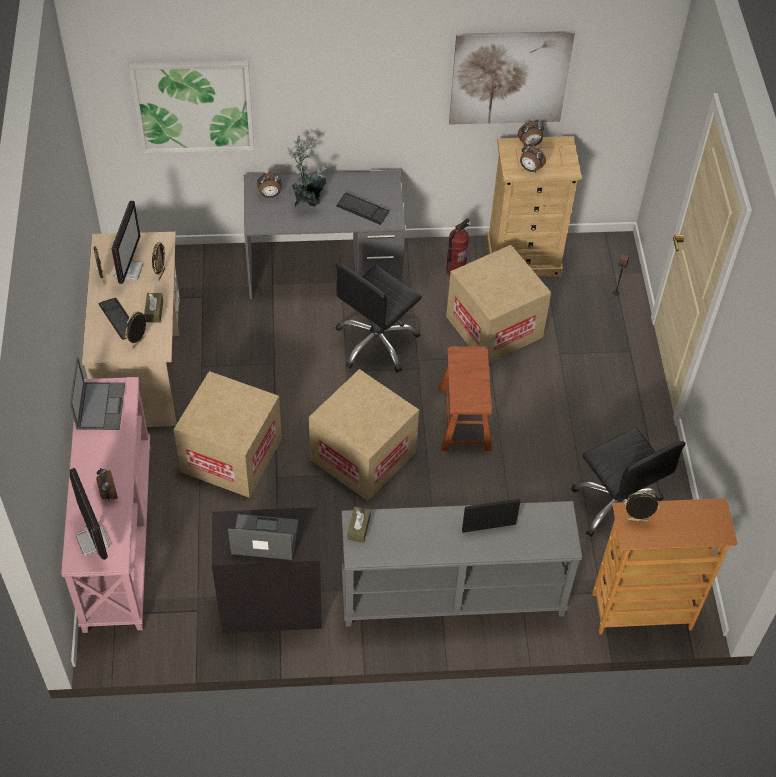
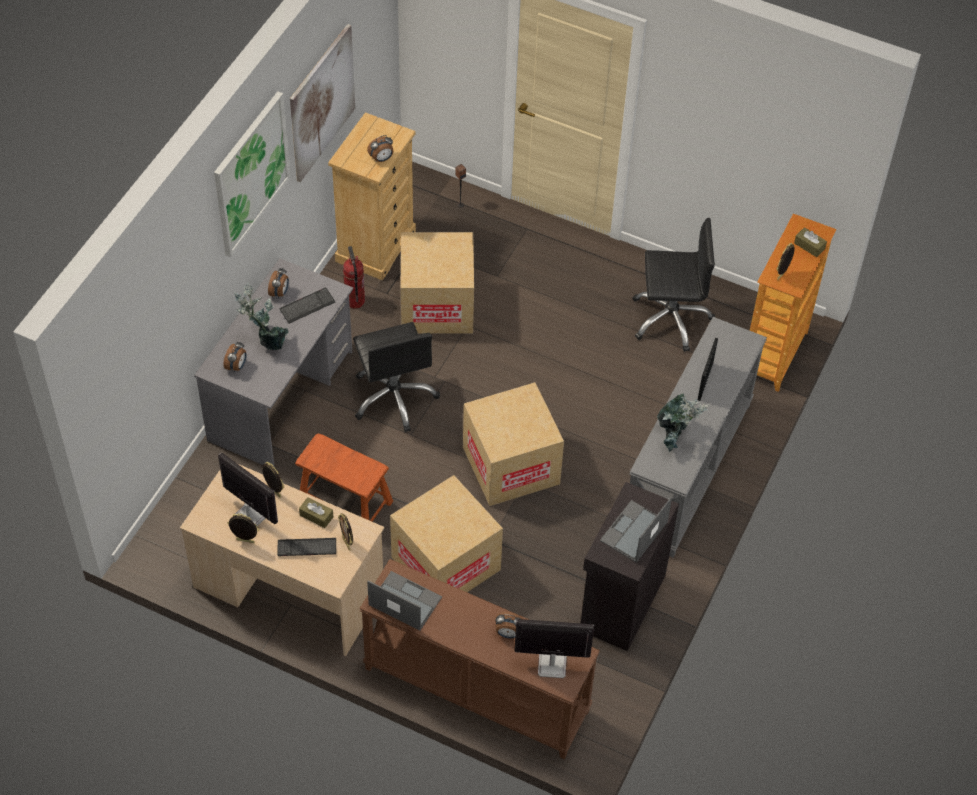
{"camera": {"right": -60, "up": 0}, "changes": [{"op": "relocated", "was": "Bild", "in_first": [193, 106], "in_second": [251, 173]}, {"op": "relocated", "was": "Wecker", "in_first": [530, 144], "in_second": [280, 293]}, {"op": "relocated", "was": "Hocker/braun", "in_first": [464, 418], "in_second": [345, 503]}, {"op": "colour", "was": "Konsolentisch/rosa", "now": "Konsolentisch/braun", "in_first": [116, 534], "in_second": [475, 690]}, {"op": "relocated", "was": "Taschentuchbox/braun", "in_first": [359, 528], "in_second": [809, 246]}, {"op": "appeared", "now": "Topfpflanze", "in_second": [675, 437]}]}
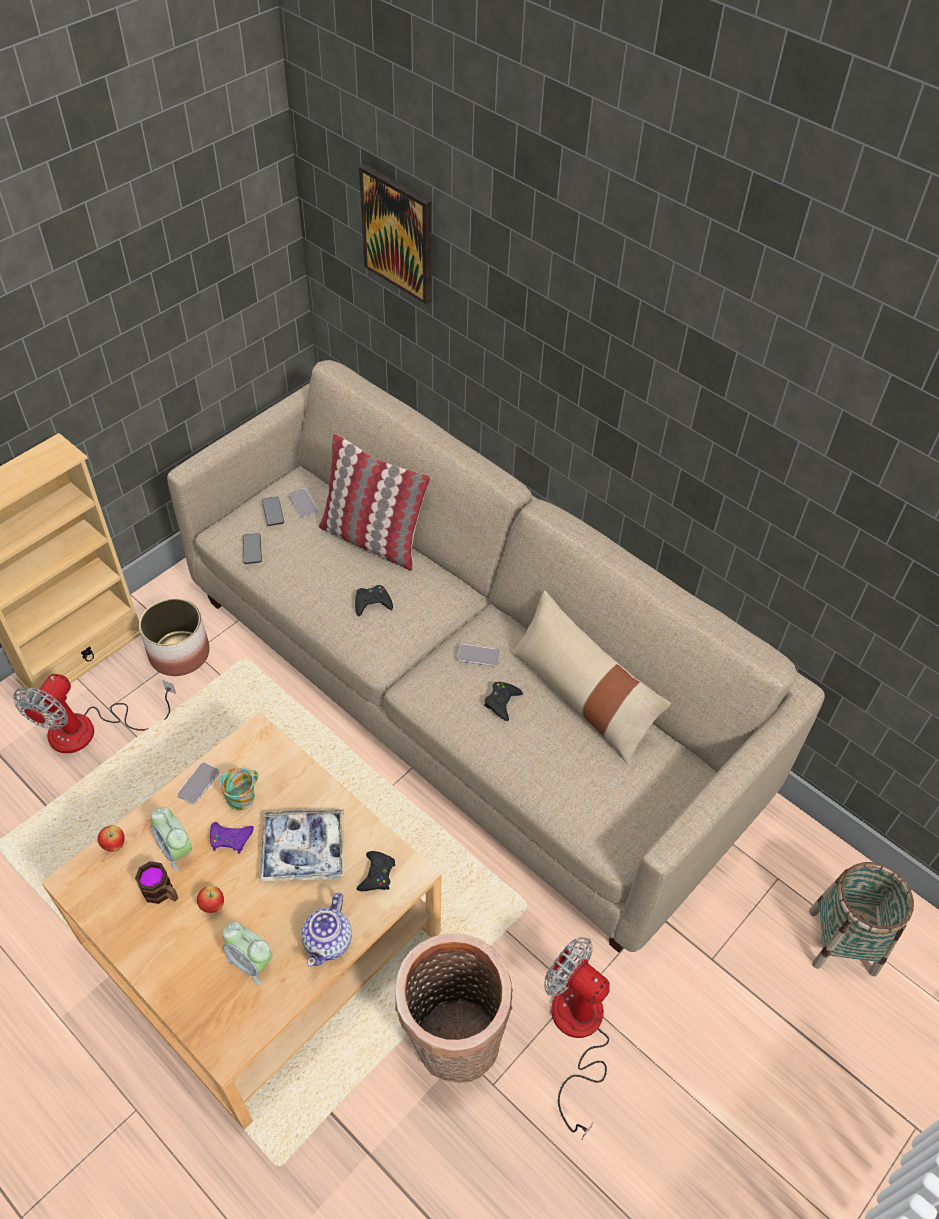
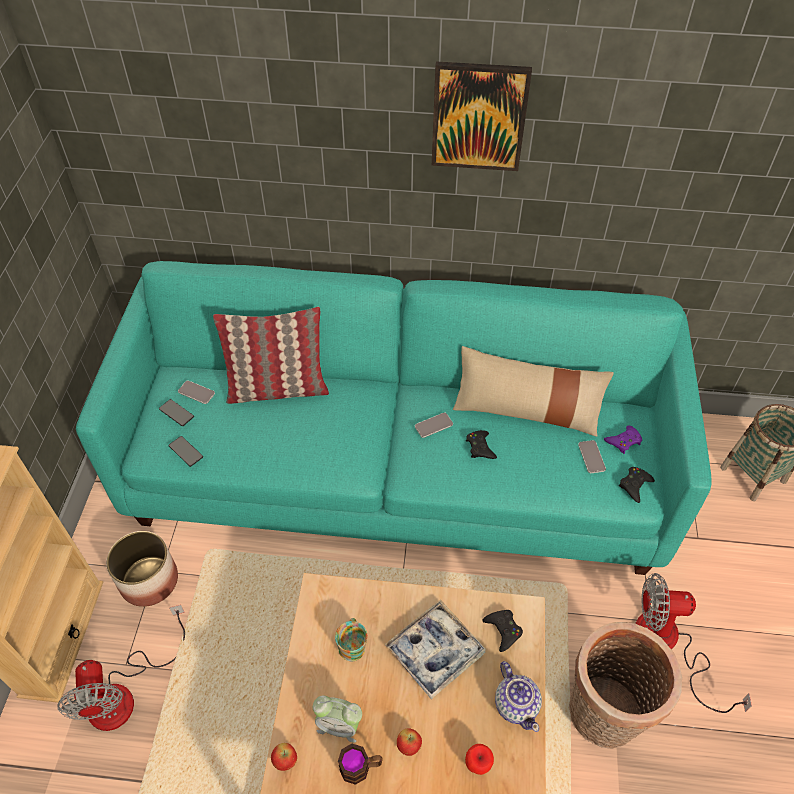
{"camera": {"right": -35, "up": 0}, "changes": [{"op": "relocated", "was": "Bild", "in_first": [398, 234], "in_second": [479, 116]}, {"op": "colour", "was": "Sofa/beige", "now": "Sofa/türkis", "in_first": [467, 694], "in_second": [397, 469]}, {"op": "relocated", "was": "Gamepad/schwarz", "in_first": [372, 603], "in_second": [635, 485]}, {"op": "relocated", "was": "Handy", "in_first": [198, 783], "in_second": [591, 457]}, {"op": "relocated", "was": "Gamepad/lila", "in_first": [230, 839], "in_second": [623, 441]}, {"op": "exchanged", "was": "Wecker", "now": "Apfel", "in_first": [251, 962], "in_second": [477, 765]}]}
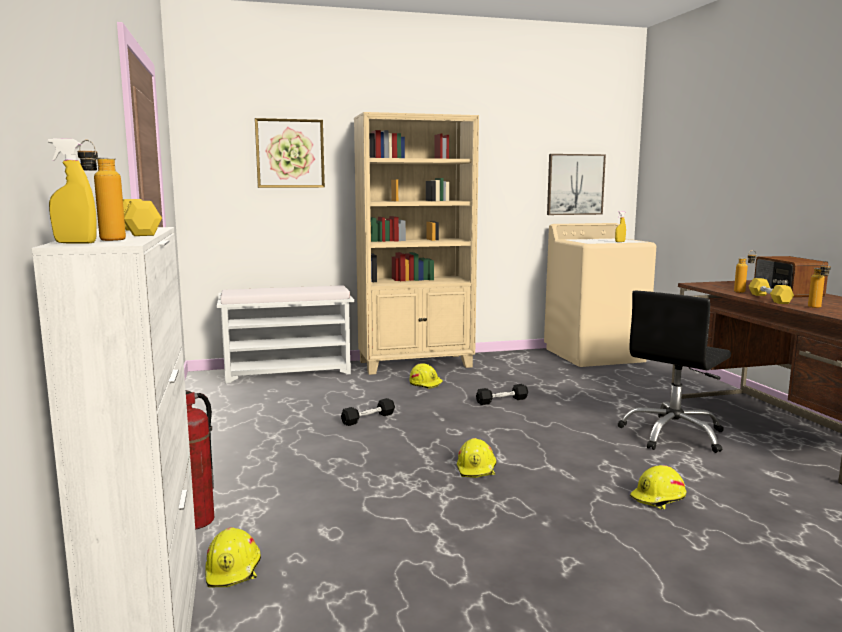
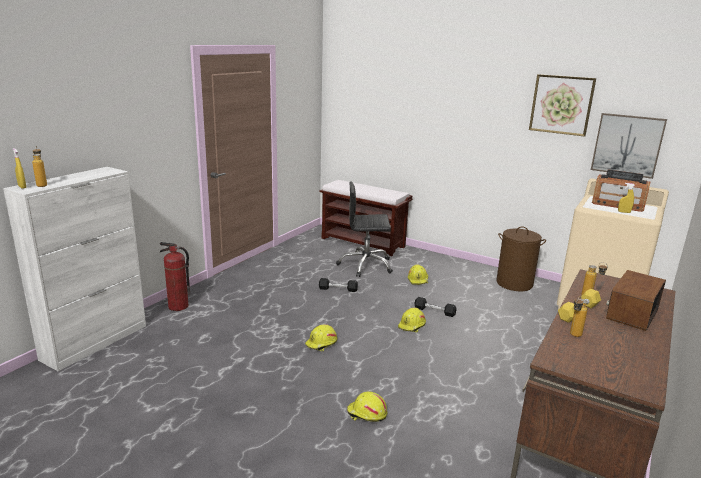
{"camera": {"right": 45, "up": 10}, "changes": [{"op": "missing", "was": "Bücherregal/beige", "in_first": [416, 364]}, {"op": "relocated", "was": "Bild", "in_first": [290, 153], "in_second": [561, 105]}, {"op": "missing", "was": "Hantel/gelb", "in_first": [138, 232]}, {"op": "colour", "was": "Bank/weiß", "now": "Bank/braun", "in_first": [289, 372], "in_second": [363, 242]}, {"op": "relocated", "was": "Bürostuhl/schwarz", "in_first": [673, 435], "in_second": [365, 265]}, {"op": "relocated", "was": "Schutzhelm/gelb", "in_first": [234, 570], "in_second": [412, 326]}, {"op": "appeared", "now": "Radio", "in_second": [617, 205]}, {"op": "appeared", "now": "Wäschekorb/braun", "in_second": [514, 283]}]}
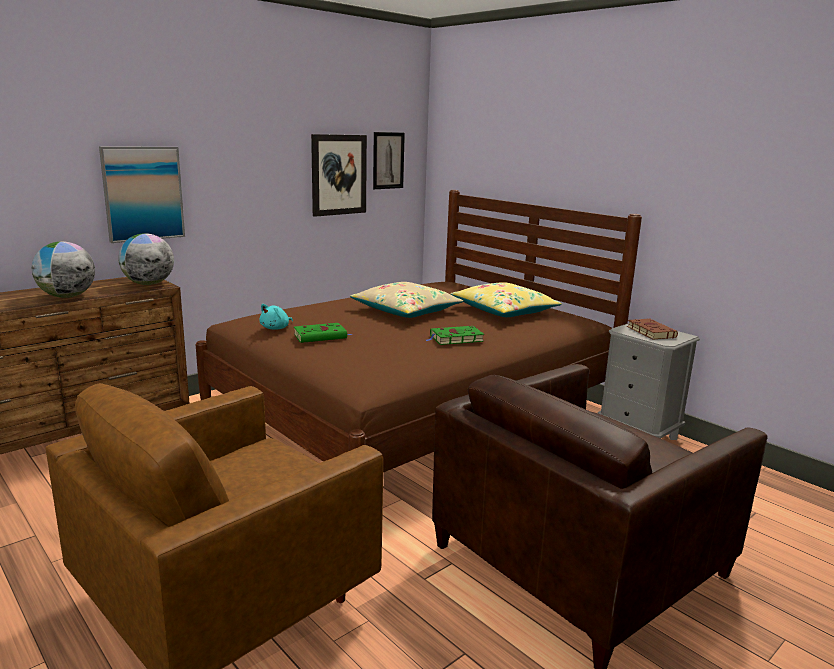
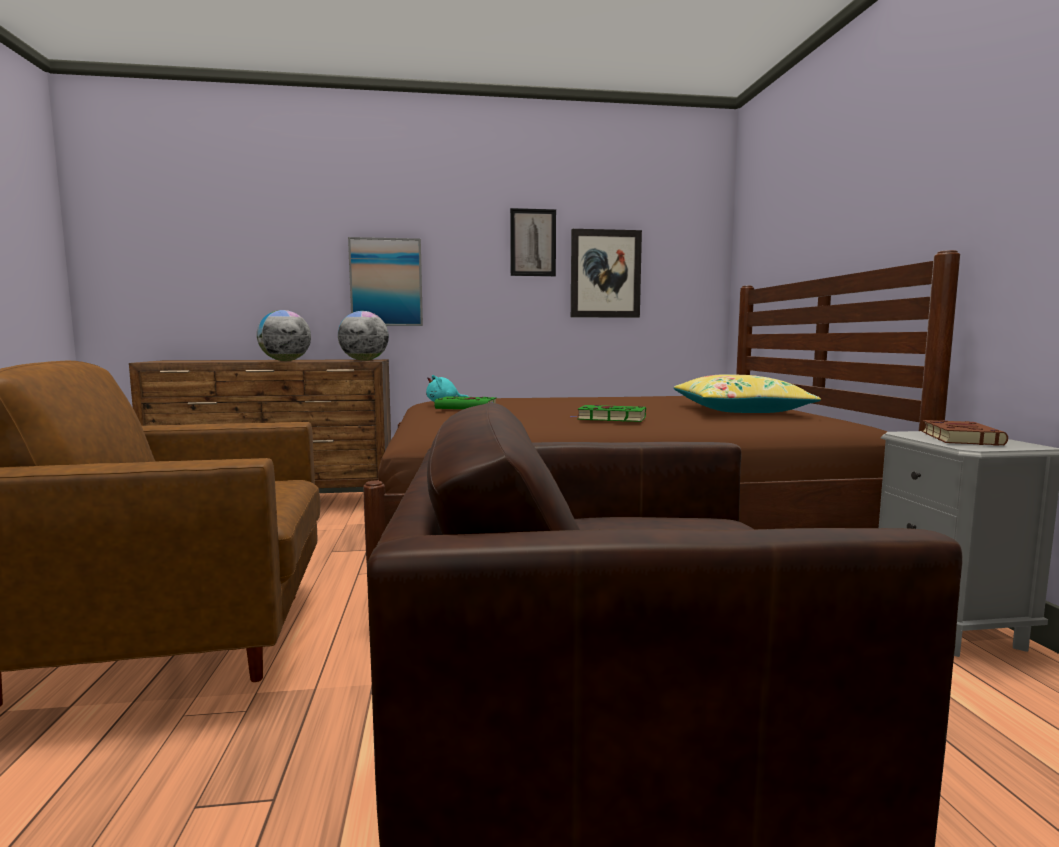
{"camera": {"right": 35, "up": -10}, "changes": [{"op": "relocated", "was": "Bild", "in_first": [388, 160], "in_second": [533, 242]}, {"op": "missing", "was": "Kissen/beige", "in_first": [406, 311]}]}
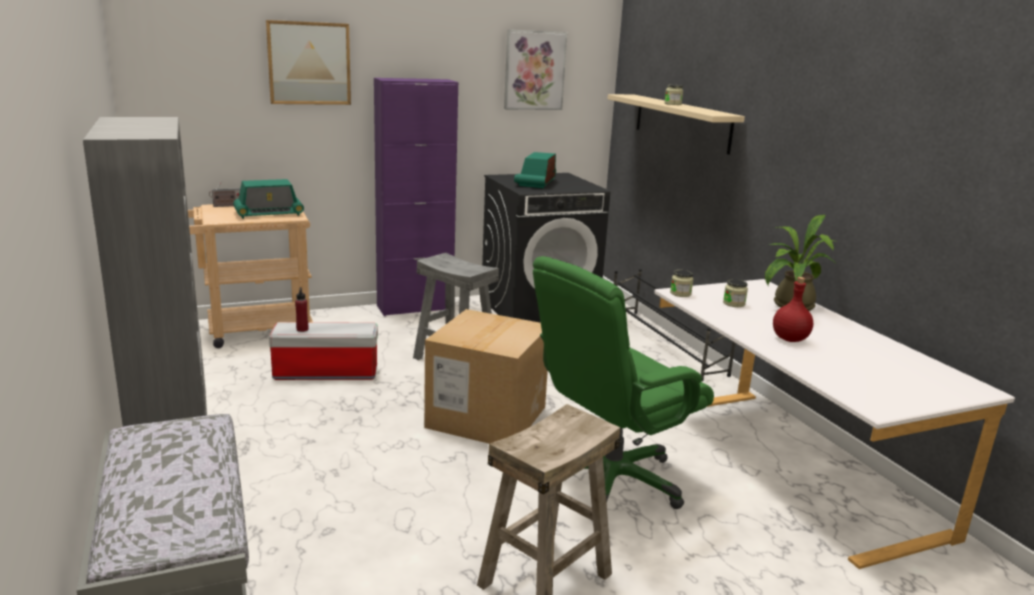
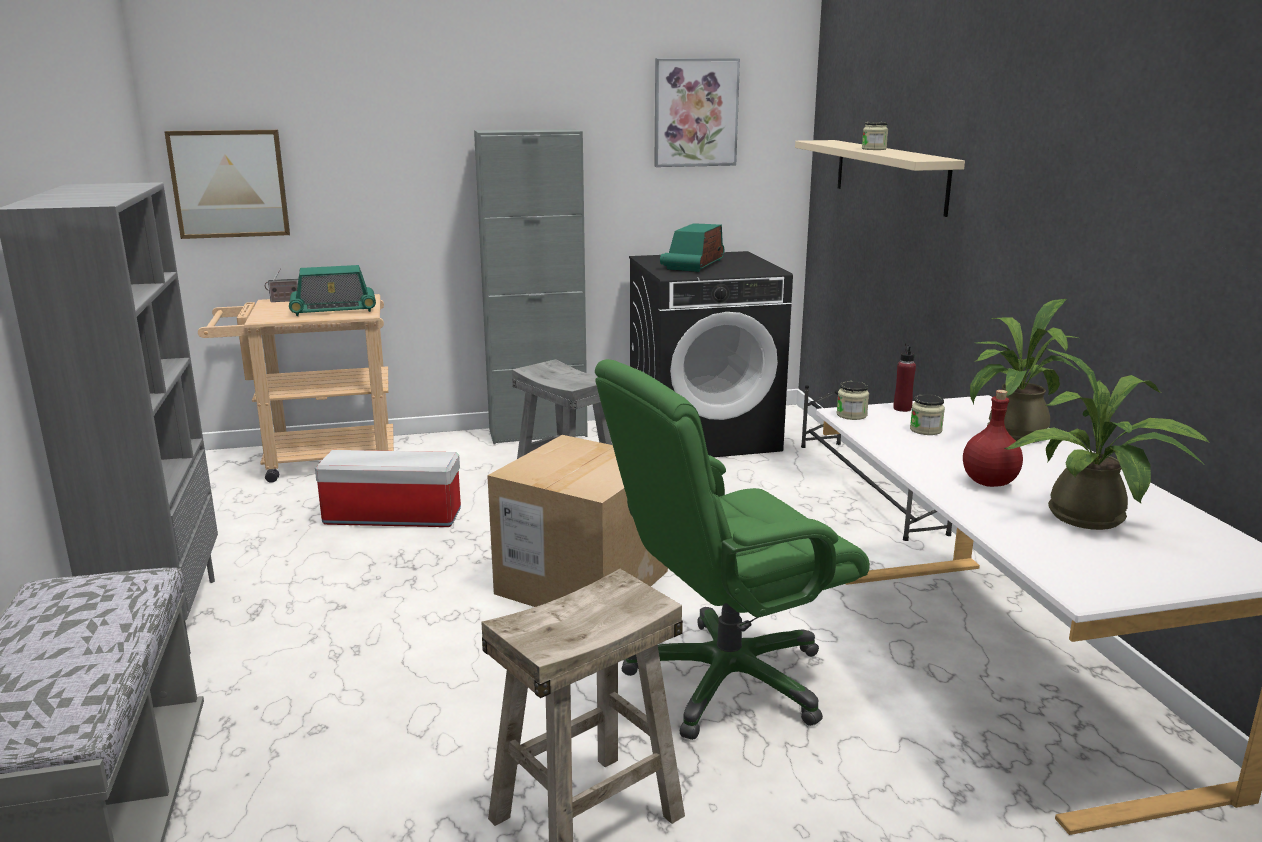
{"camera": {"right": 10, "up": 0}, "changes": [{"op": "relocated", "was": "Bild", "in_first": [309, 63], "in_second": [229, 184]}, {"op": "colour", "was": "Schrank/lila", "now": "Schrank/grau", "in_first": [415, 307], "in_second": [538, 433]}, {"op": "relocated", "was": "Flasche/rot", "in_first": [302, 329], "in_second": [902, 408]}, {"op": "appeared", "now": "Topfpflanze", "in_second": [1093, 520]}]}
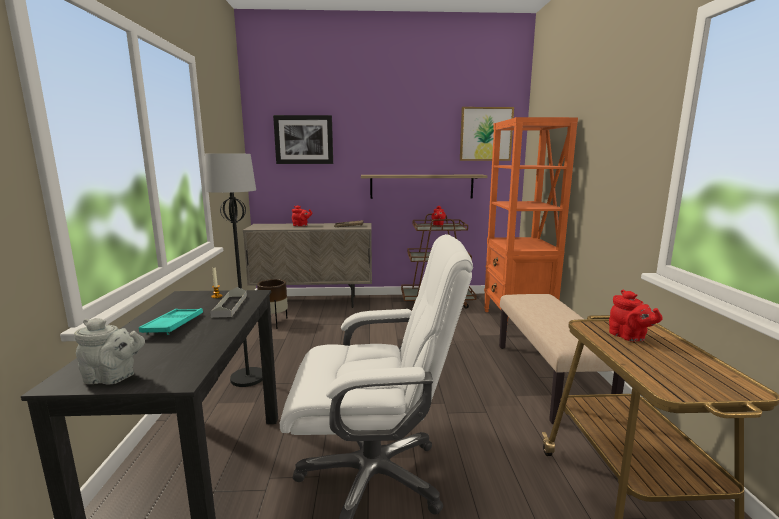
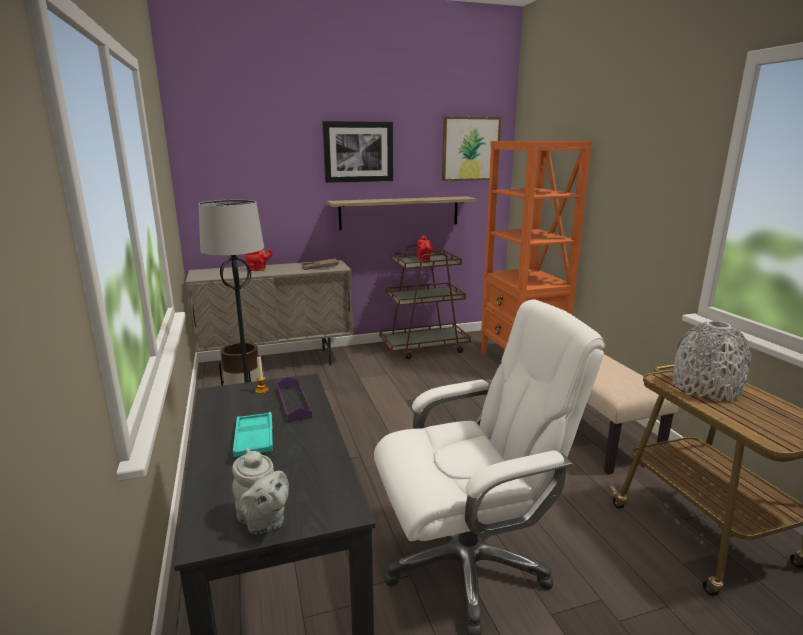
{"camera": {"right": -15, "up": 5}, "changes": [{"op": "relocated", "was": "Bild", "in_first": [304, 139], "in_second": [358, 152]}, {"op": "colour", "was": "Tablett/grau", "now": "Tablett/lila", "in_first": [230, 306], "in_second": [293, 403]}, {"op": "exchanged", "was": "Teekanne/rot", "now": "Vase/grau", "in_first": [629, 337], "in_second": [705, 388]}, {"op": "spun", "was": "Teekanne/grau", "in_first": [113, 378], "in_second": [263, 521], "clockwise": 60}]}
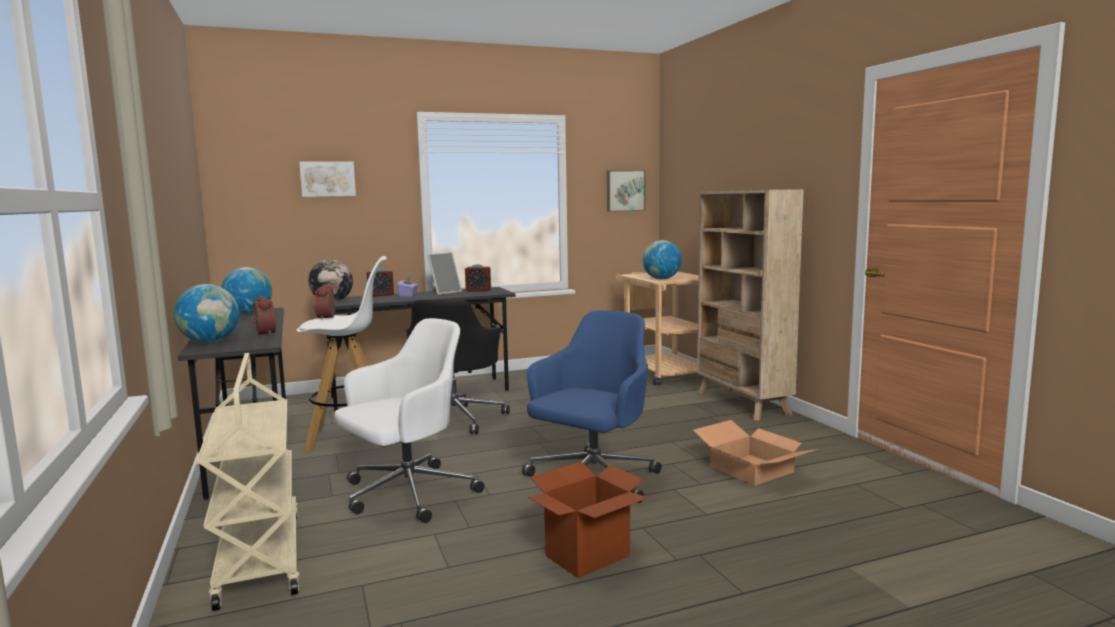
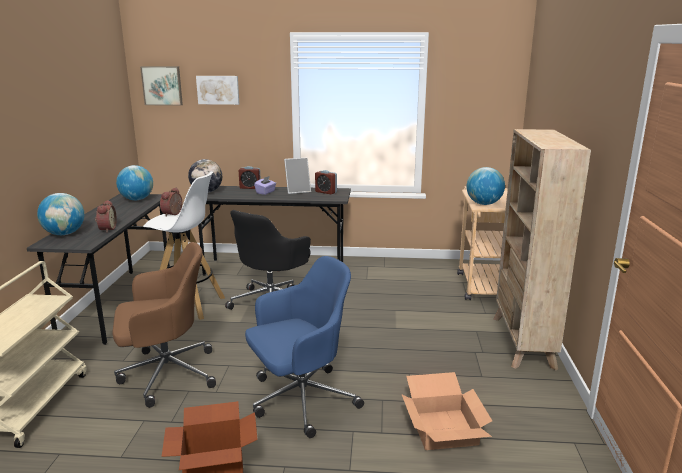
{"camera": {"right": 25, "up": 10}, "changes": [{"op": "relocated", "was": "Bild", "in_first": [625, 190], "in_second": [162, 85]}, {"op": "colour", "was": "Bürostuhl/weiß", "now": "Bürostuhl/braun", "in_first": [406, 494], "in_second": [166, 374]}]}
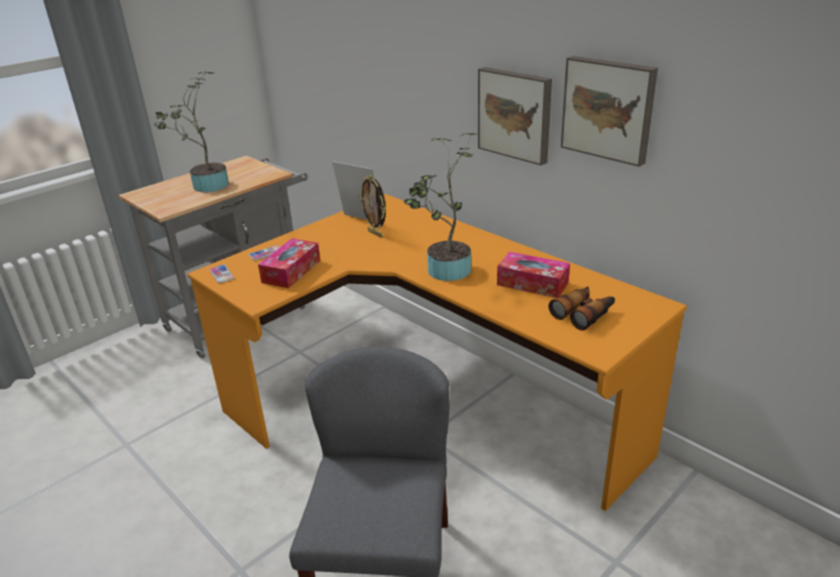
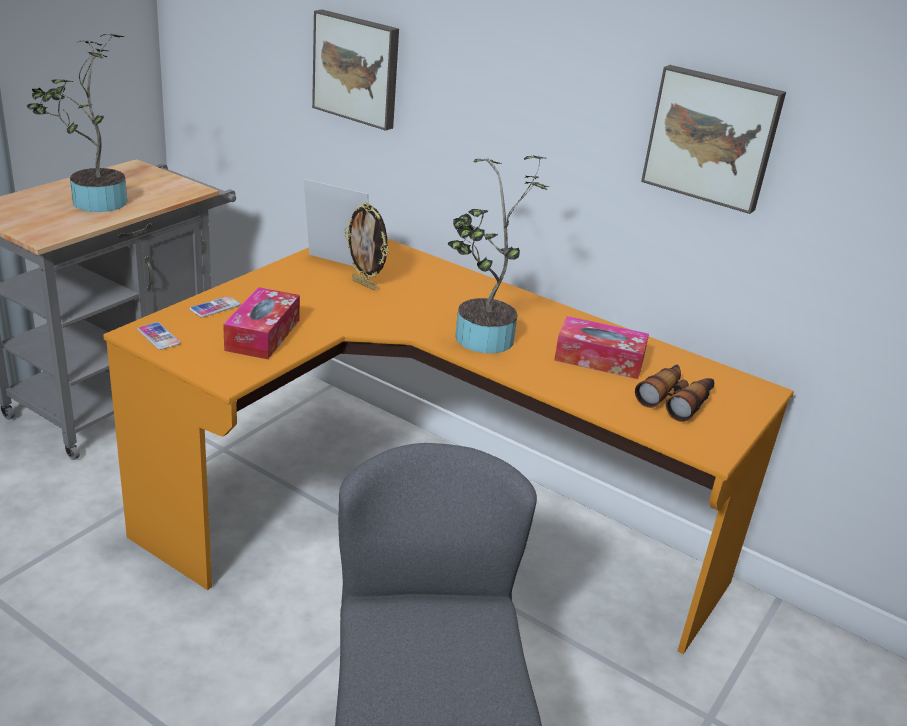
{"camera": {"right": -15, "up": 0}, "changes": [{"op": "relocated", "was": "Bild", "in_first": [515, 114], "in_second": [357, 69]}]}
